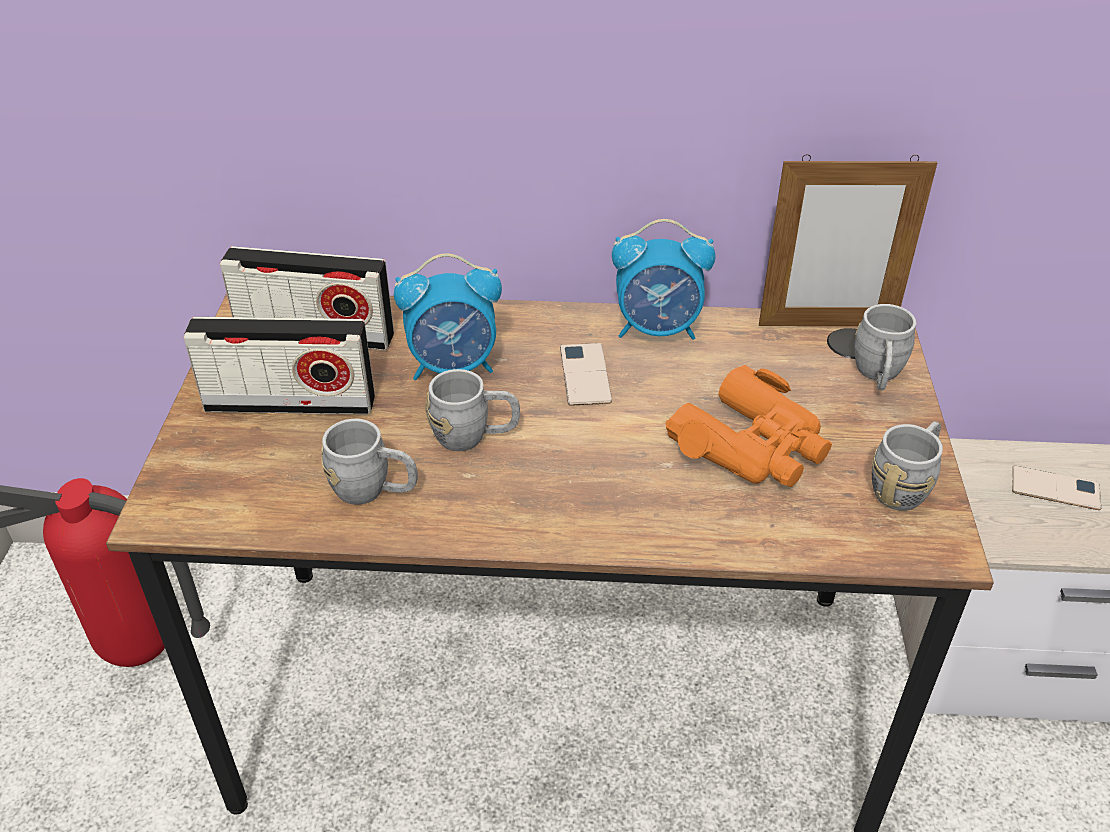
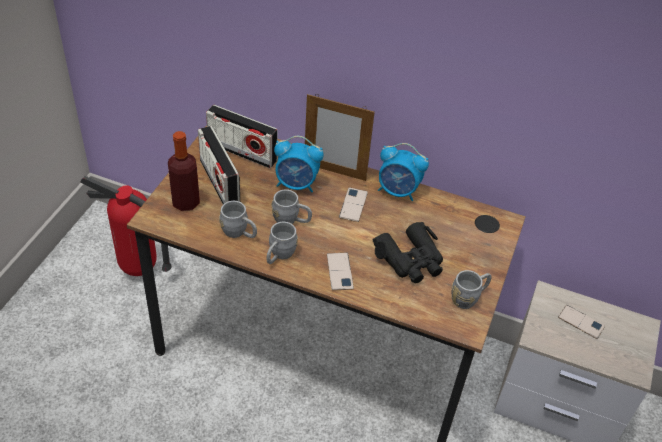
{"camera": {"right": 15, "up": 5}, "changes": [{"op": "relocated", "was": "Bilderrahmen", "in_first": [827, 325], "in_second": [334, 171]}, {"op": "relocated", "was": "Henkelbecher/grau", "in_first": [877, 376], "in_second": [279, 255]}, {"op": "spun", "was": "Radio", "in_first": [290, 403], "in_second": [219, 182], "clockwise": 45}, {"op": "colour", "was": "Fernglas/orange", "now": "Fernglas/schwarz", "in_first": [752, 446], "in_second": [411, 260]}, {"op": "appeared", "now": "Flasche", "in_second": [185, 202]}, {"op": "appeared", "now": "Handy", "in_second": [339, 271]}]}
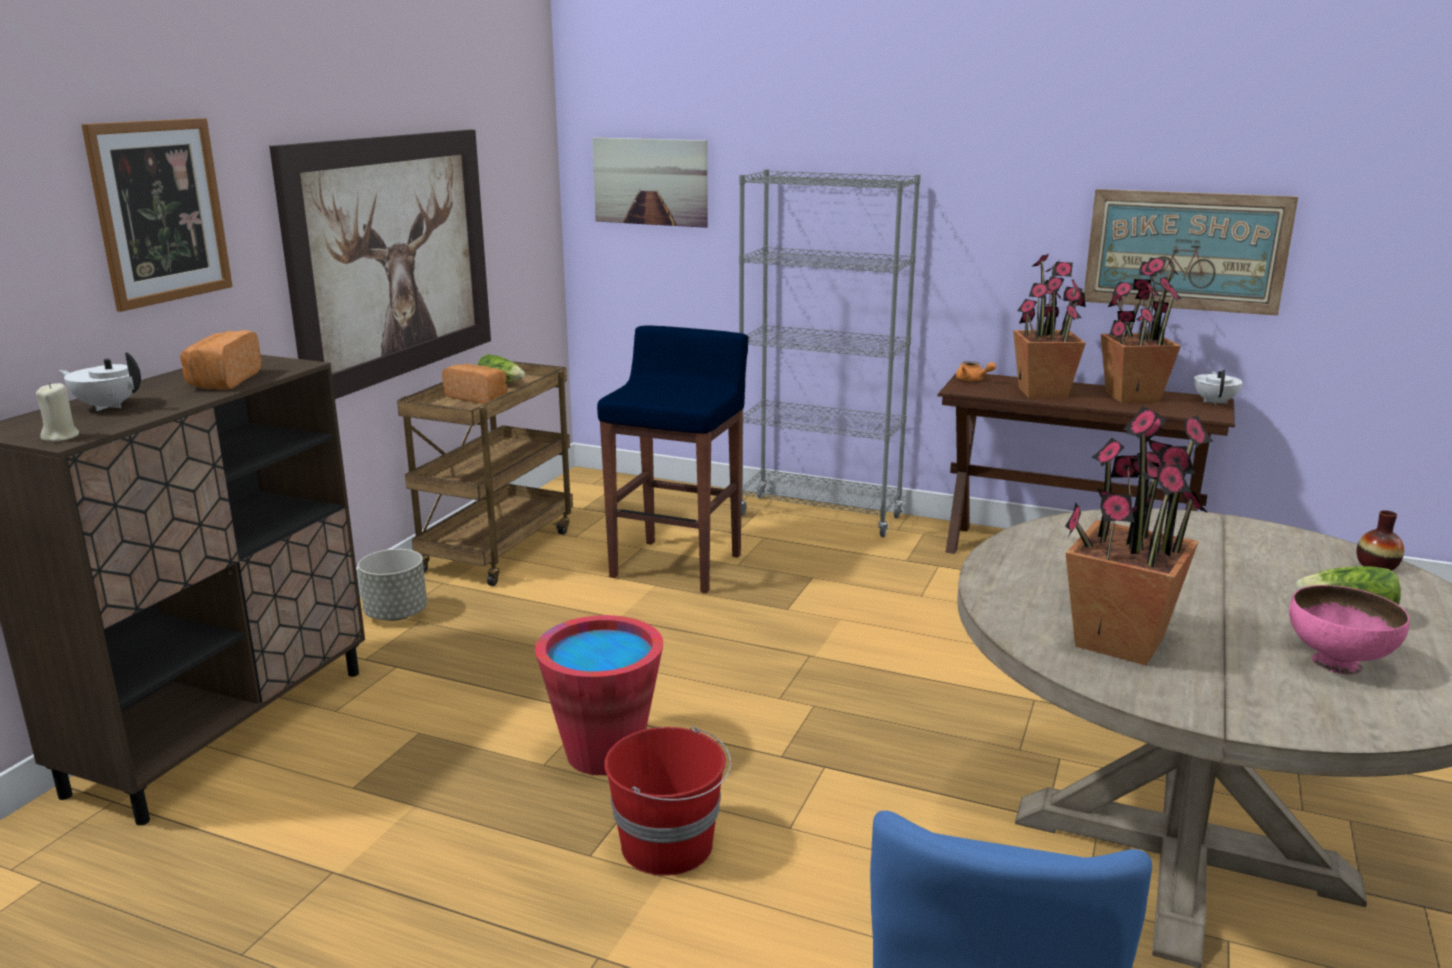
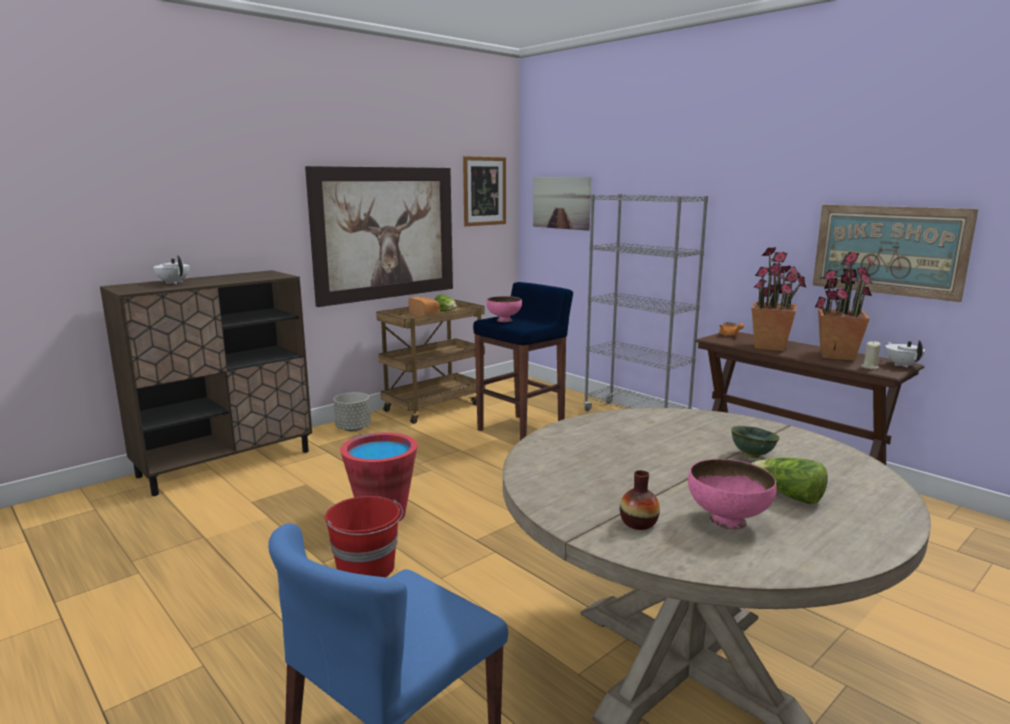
{"camera": {"right": 25, "up": -5}, "changes": [{"op": "relocated", "was": "Bild", "in_first": [160, 212], "in_second": [484, 191]}, {"op": "missing", "was": "Brot", "in_first": [223, 381]}, {"op": "spun", "was": "Teekanne/weiß", "in_first": [1214, 402], "in_second": [902, 365], "clockwise": -45}, {"op": "relocated", "was": "Kerze/beige", "in_first": [61, 437], "in_second": [869, 367]}, {"op": "missing", "was": "Topfpflanze", "in_first": [1119, 641]}, {"op": "relocated", "was": "Vase", "in_first": [1376, 566], "in_second": [638, 523]}, {"op": "appeared", "now": "Schüssel/rosa", "in_second": [503, 320]}, {"op": "appeared", "now": "Schüssel/grün", "in_second": [751, 455]}]}
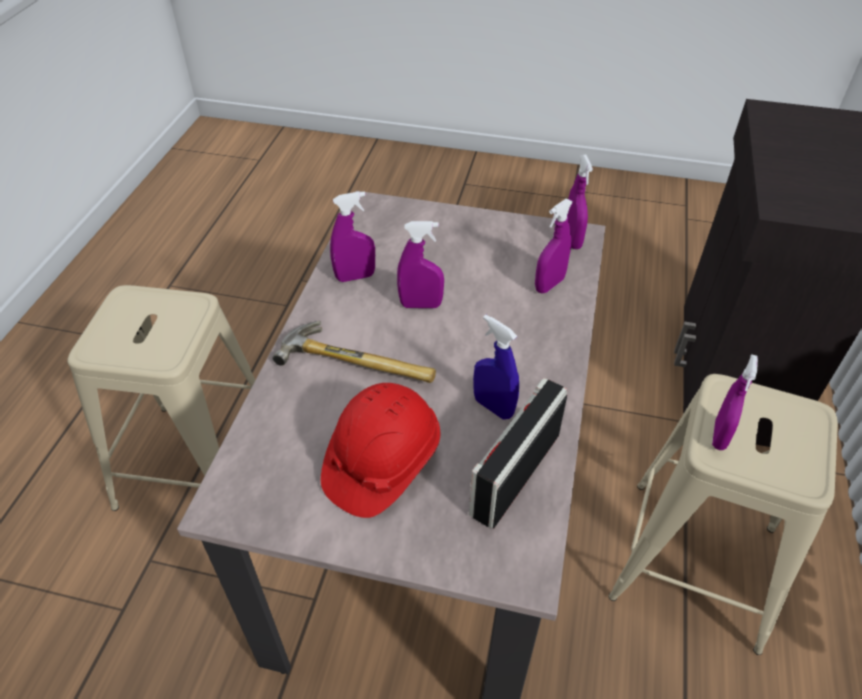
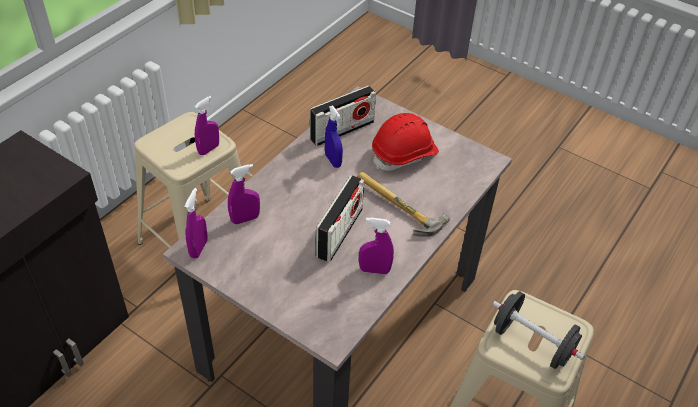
{"camera": {"right": -160, "up": 0}, "changes": [{"op": "exchanged", "was": "Sprühflasche/lila", "now": "Radio", "in_first": [421, 305], "in_second": [339, 233]}, {"op": "appeared", "now": "Hantel/schwarz", "in_second": [532, 342]}]}
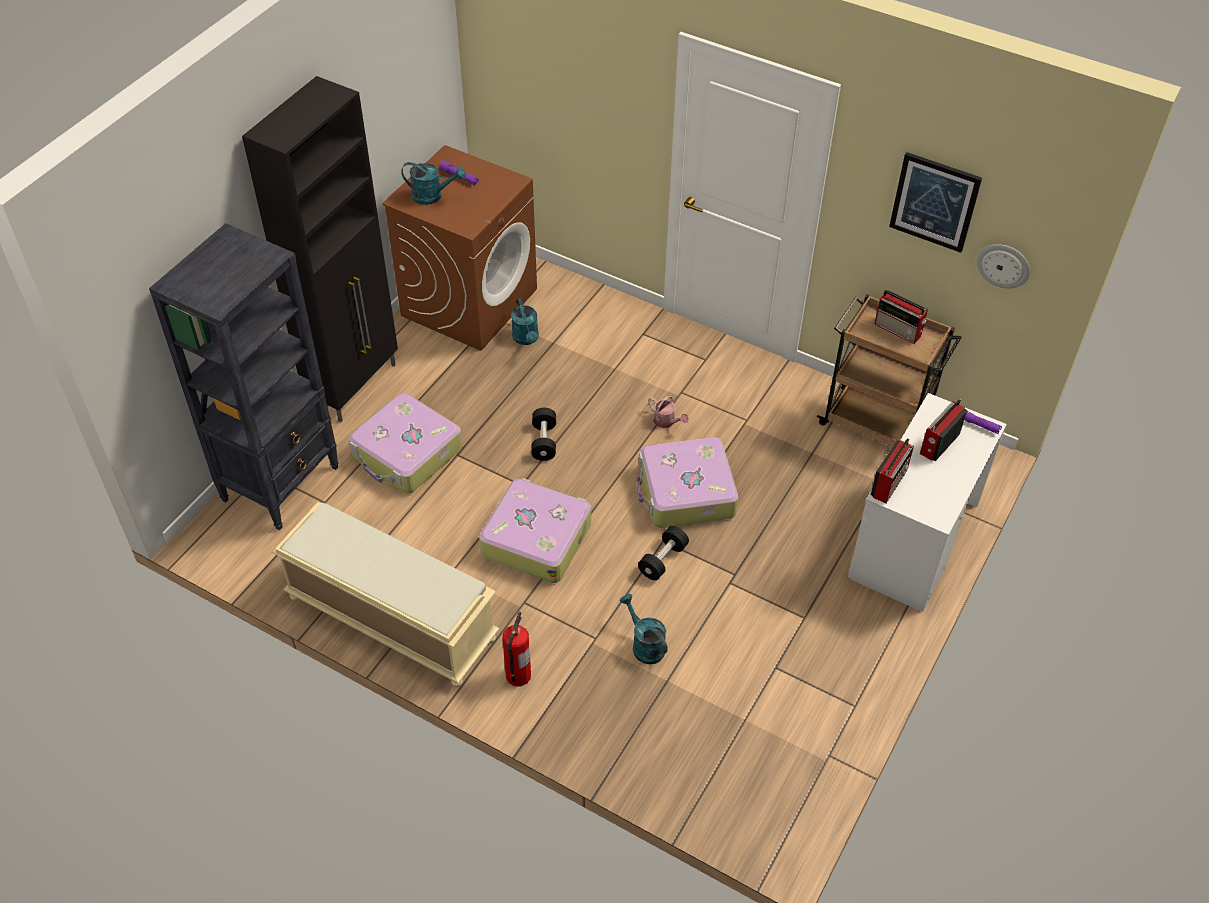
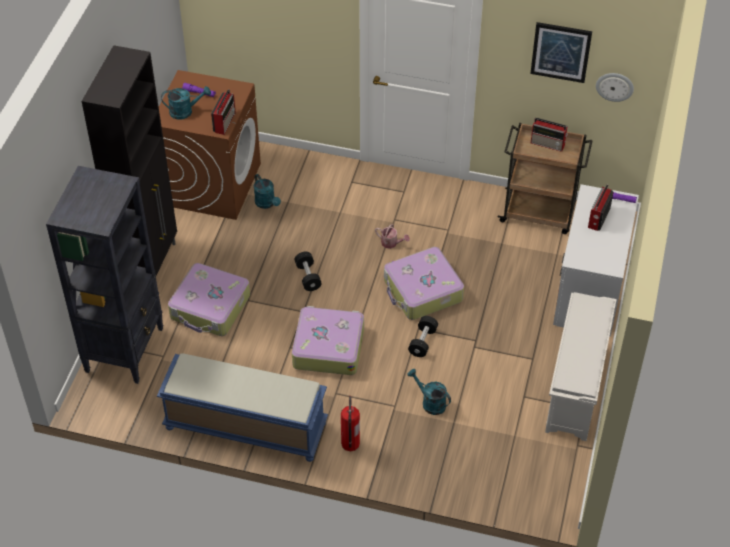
{"camera": {"right": -15, "up": 0}, "changes": [{"op": "relocated", "was": "Radio", "in_first": [889, 482], "in_second": [225, 122]}, {"op": "colour", "was": "Bank/beige", "now": "Bank/blau", "in_first": [390, 618], "in_second": [244, 426]}, {"op": "appeared", "now": "Schuhregal/weiß", "in_second": [576, 389]}]}
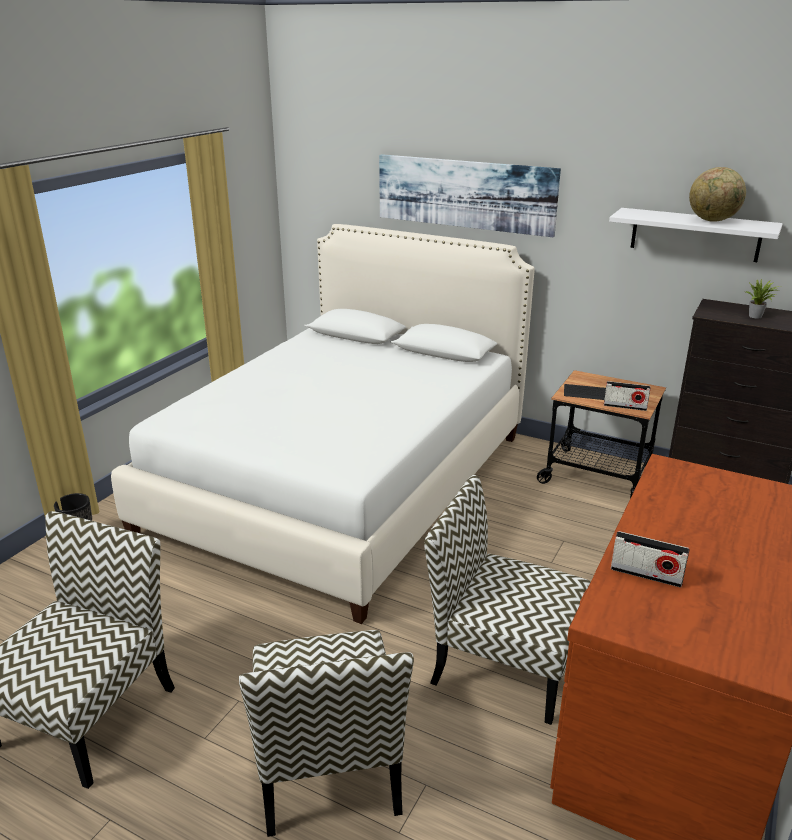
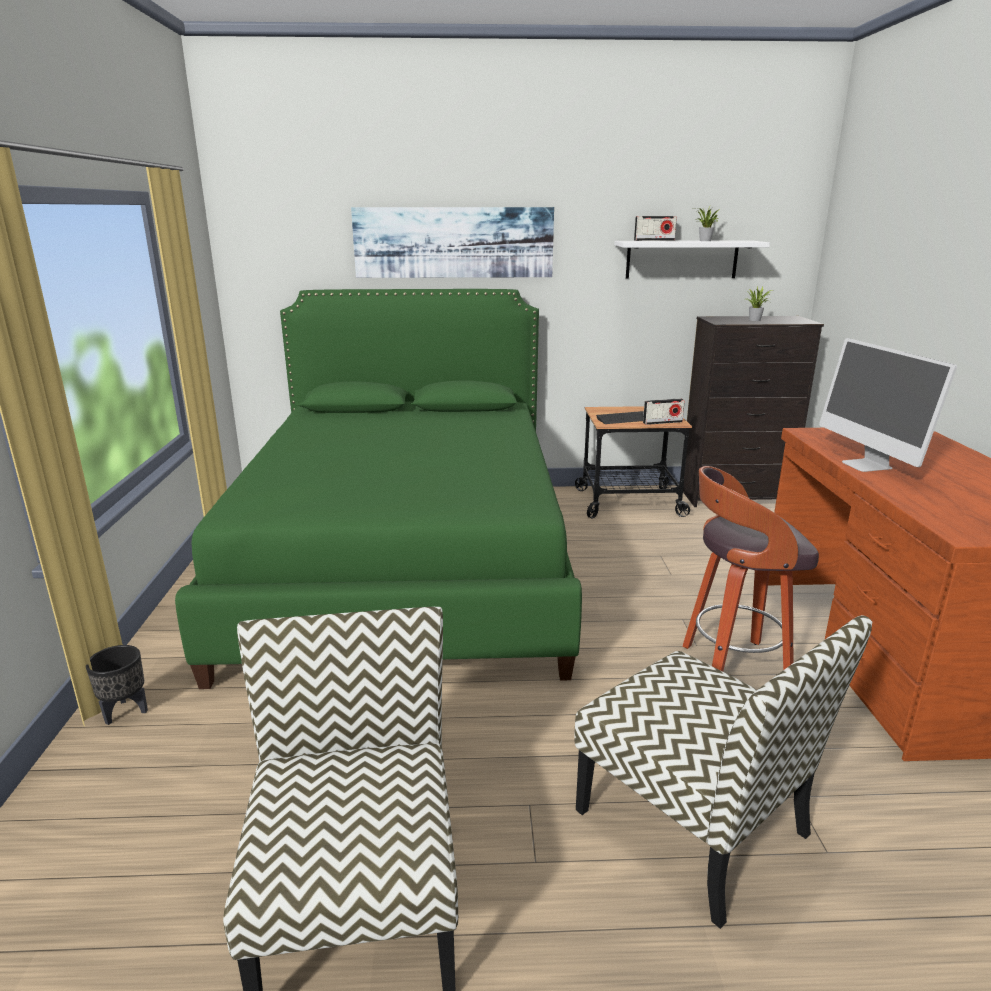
{"camera": {"right": -30, "up": -5}, "changes": [{"op": "exchanged", "was": "Globus", "now": "Topfpflanze", "in_first": [712, 220], "in_second": [705, 241]}, {"op": "colour", "was": "Bett/weiß", "now": "Bett/grün", "in_first": [344, 482], "in_second": [407, 563]}, {"op": "exchanged", "was": "Stuhl", "now": "Hocker", "in_first": [503, 664], "in_second": [732, 667]}, {"op": "relocated", "was": "Radio", "in_first": [646, 575], "in_second": [654, 240]}, {"op": "appeared", "now": "Monitor", "in_second": [866, 465]}]}
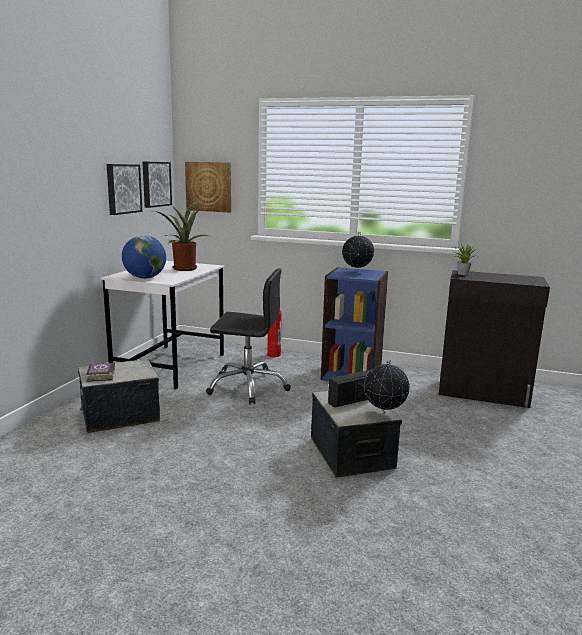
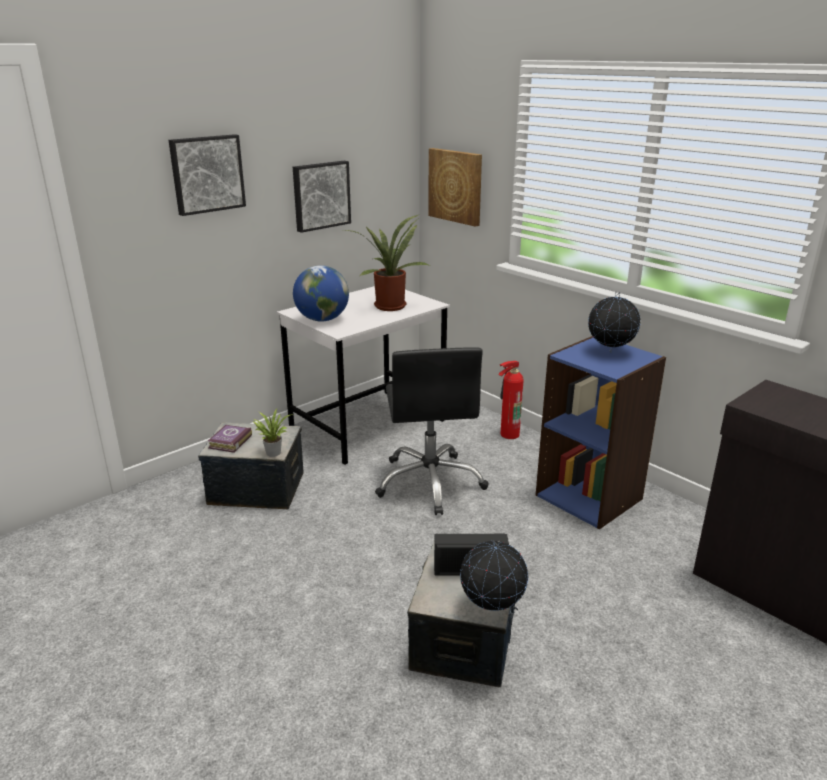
{"camera": {"right": 30, "up": 10}, "changes": [{"op": "relocated", "was": "Bild", "in_first": [155, 184], "in_second": [207, 174]}, {"op": "relocated", "was": "Topfpflanze", "in_first": [461, 274], "in_second": [272, 452]}, {"op": "spun", "was": "Bürostuhl/schwarz", "in_first": [248, 387], "in_second": [430, 482], "clockwise": 45}]}
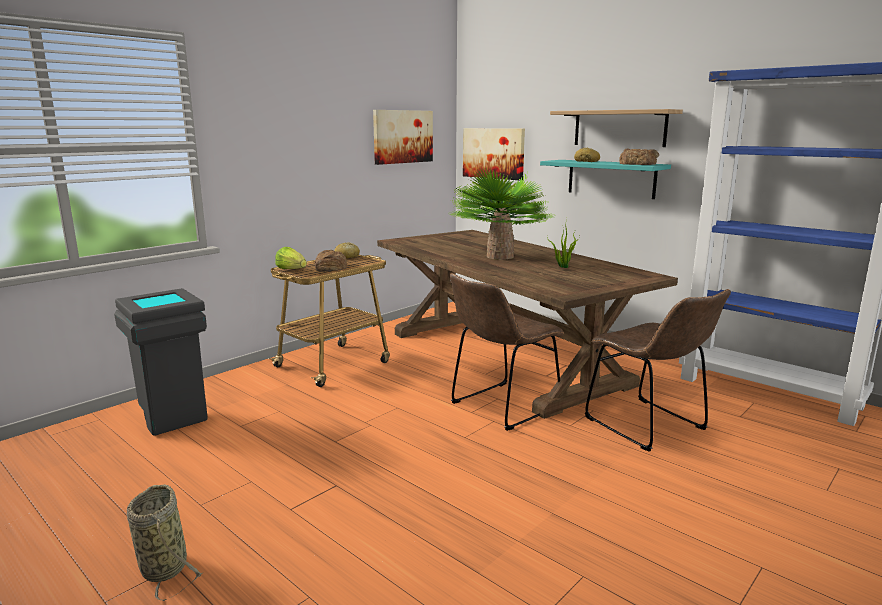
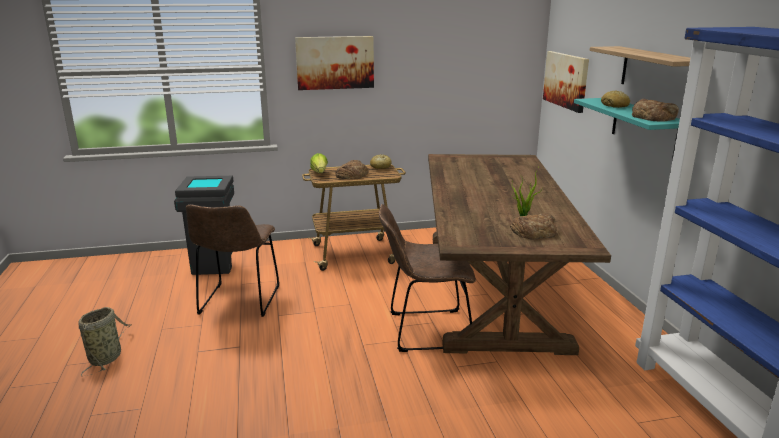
{"camera": {"right": 35, "up": 5}, "changes": [{"op": "relocated", "was": "Bild", "in_first": [402, 136], "in_second": [335, 62]}, {"op": "missing", "was": "Topfpflanze", "in_first": [500, 256]}, {"op": "relocated", "was": "Stuhl/braun", "in_first": [649, 426], "in_second": [238, 302]}, {"op": "appeared", "now": "Brot", "in_second": [534, 231]}]}
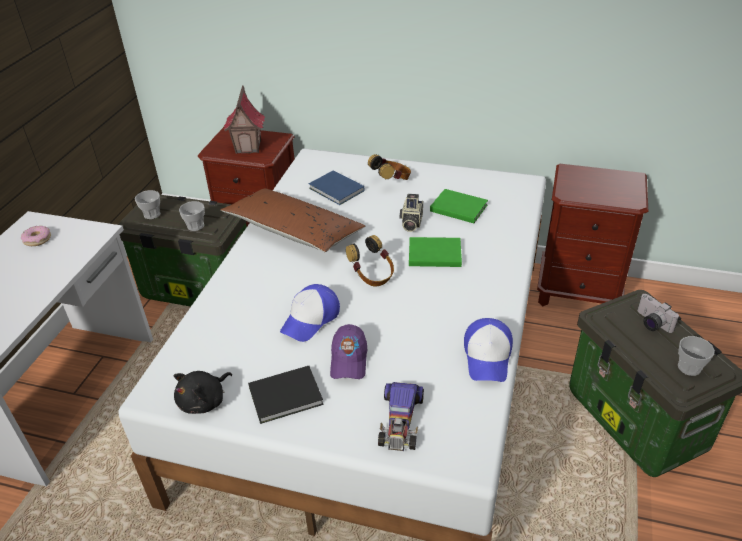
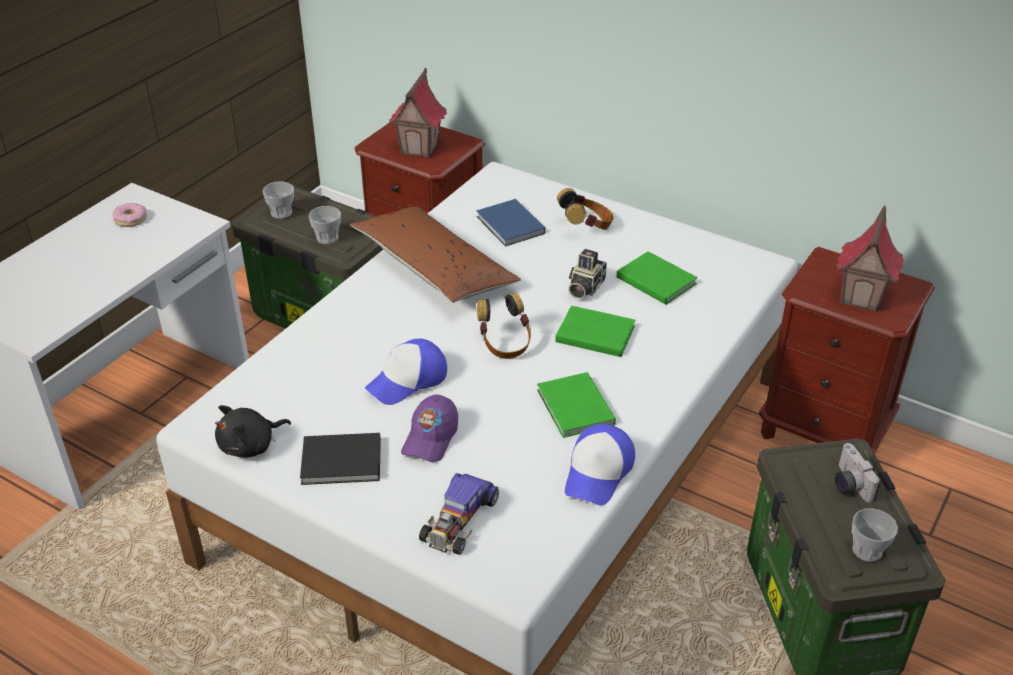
{"camera": {"right": 15, "up": 0}, "changes": [{"op": "appeared", "now": "Spielzeughaus", "in_second": [862, 297]}, {"op": "appeared", "now": "Buch/grün", "in_second": [575, 409]}]}
